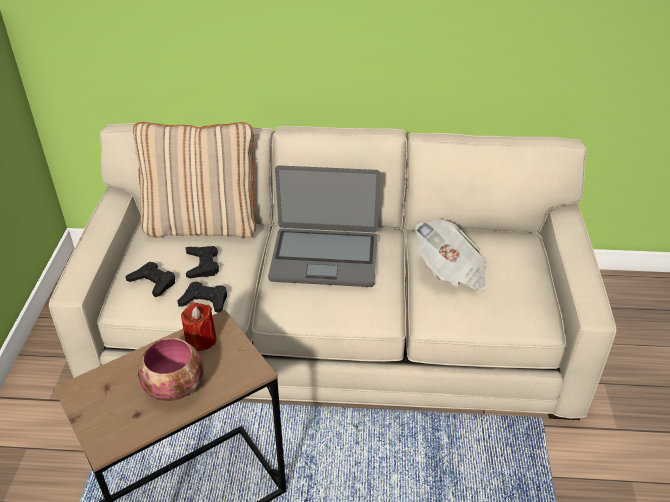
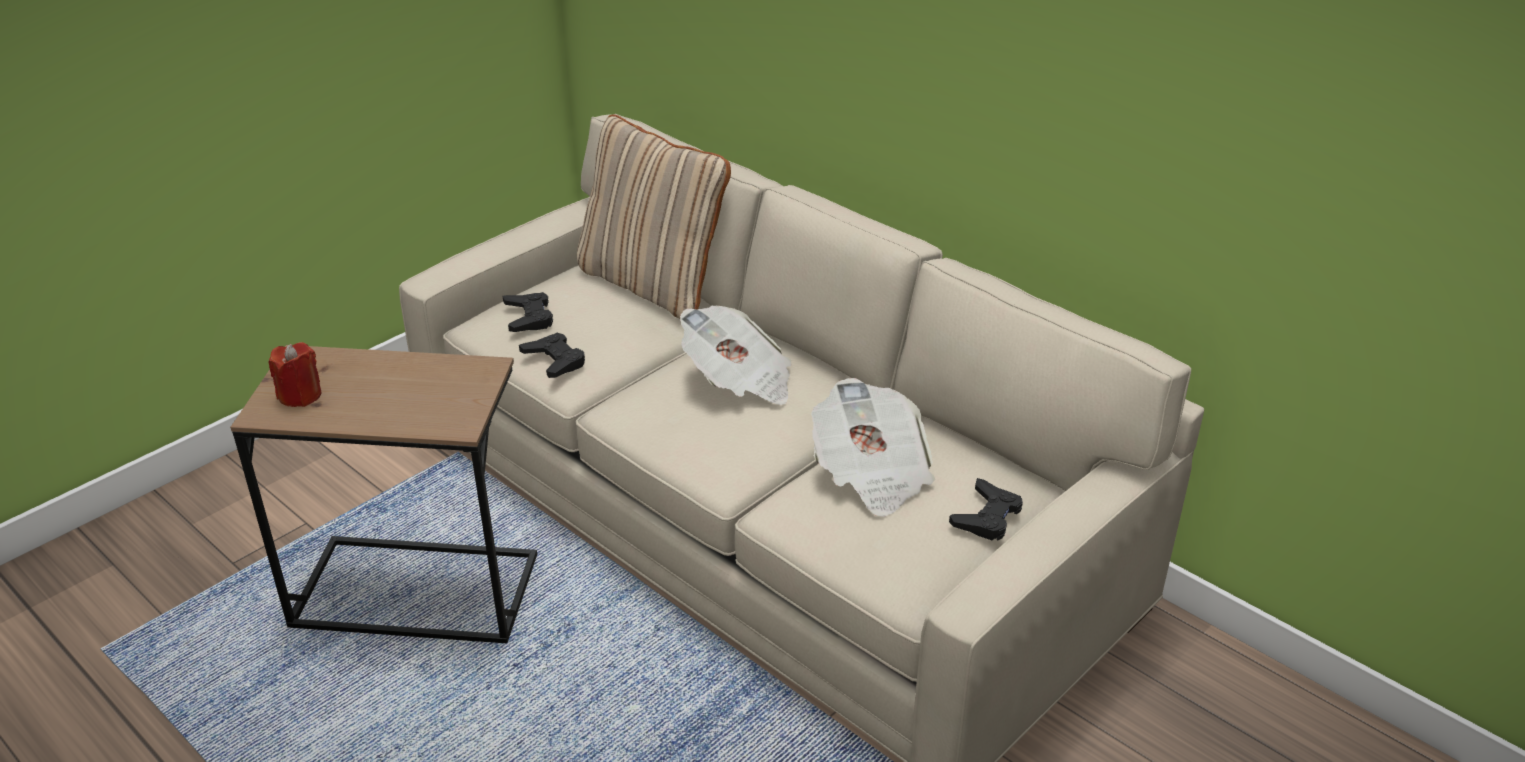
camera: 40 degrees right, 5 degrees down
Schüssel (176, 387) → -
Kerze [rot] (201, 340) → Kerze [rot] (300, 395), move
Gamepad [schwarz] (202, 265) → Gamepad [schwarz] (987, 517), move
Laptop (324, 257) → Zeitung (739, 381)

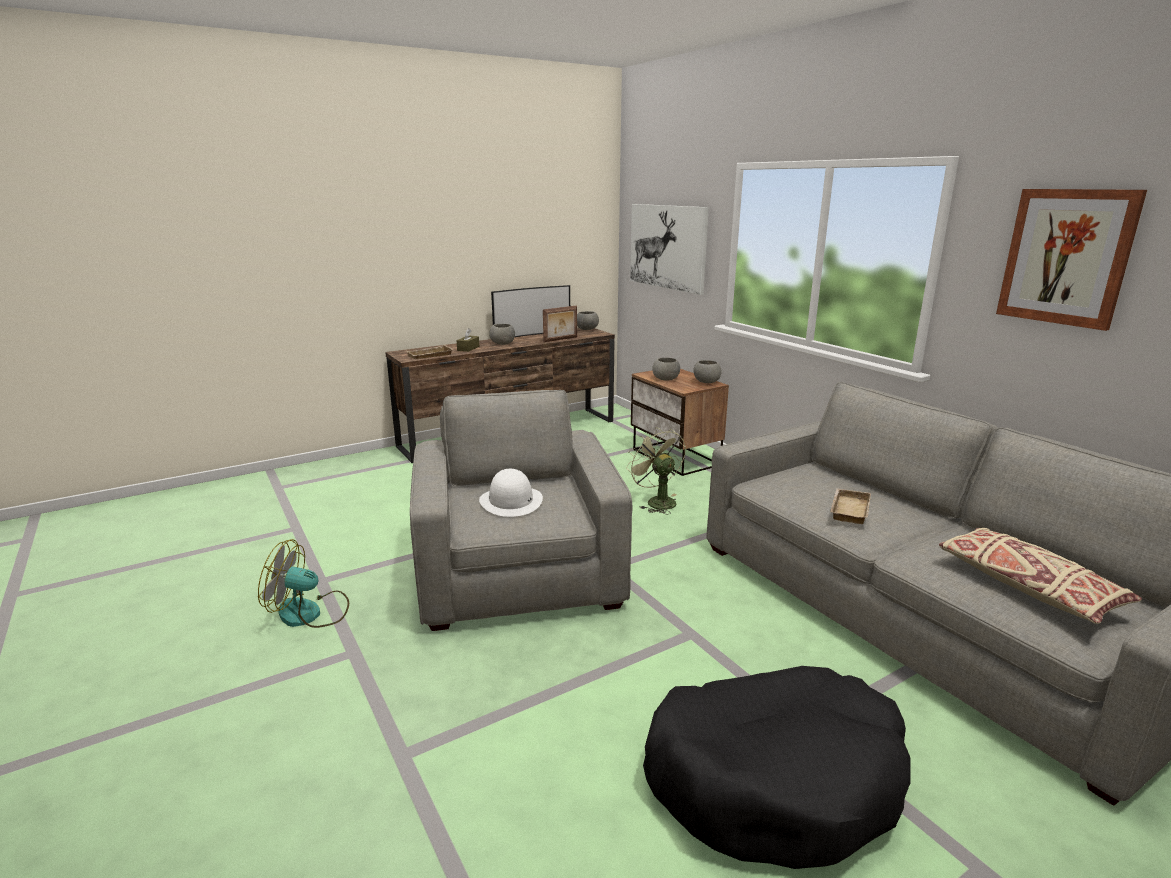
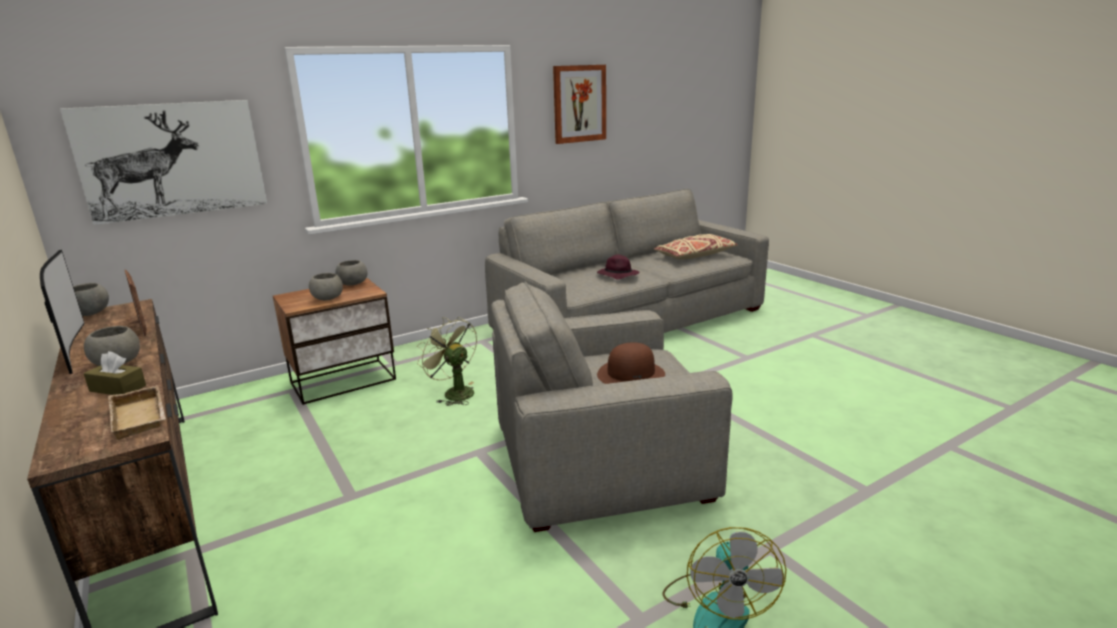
camera: 90 degrees left, 0 degrees up
Hundebett [schwarz] (774, 778) → -
Tablett [beige] (848, 509) → Hut [lila] (617, 275)
Hut [weiß] (511, 501) → Hut [braun] (631, 374)
Ventilator [grün] (656, 501) → Ventilator [grün] (454, 392), 75 degrees clockwise

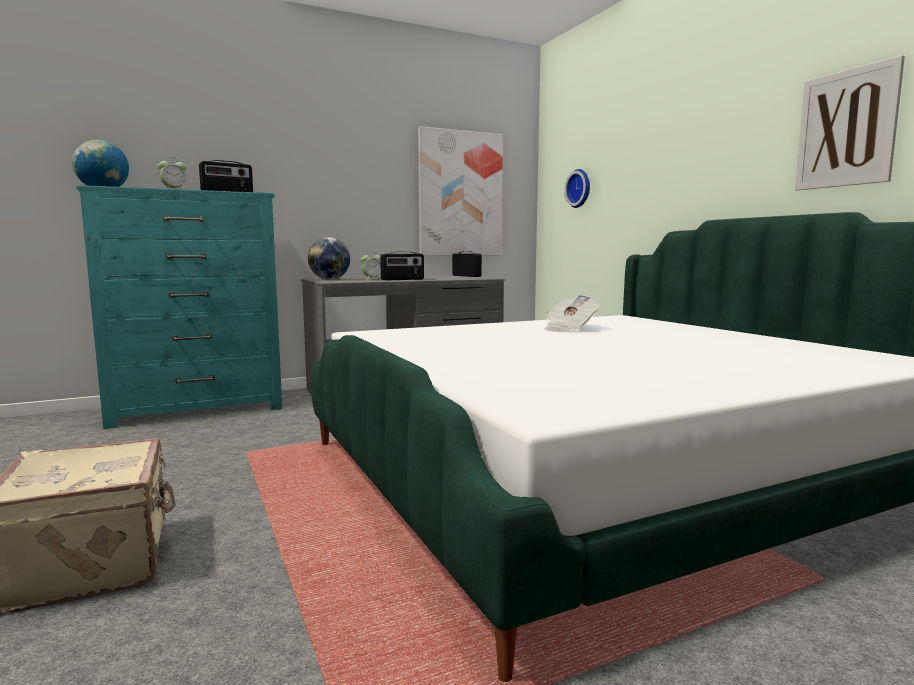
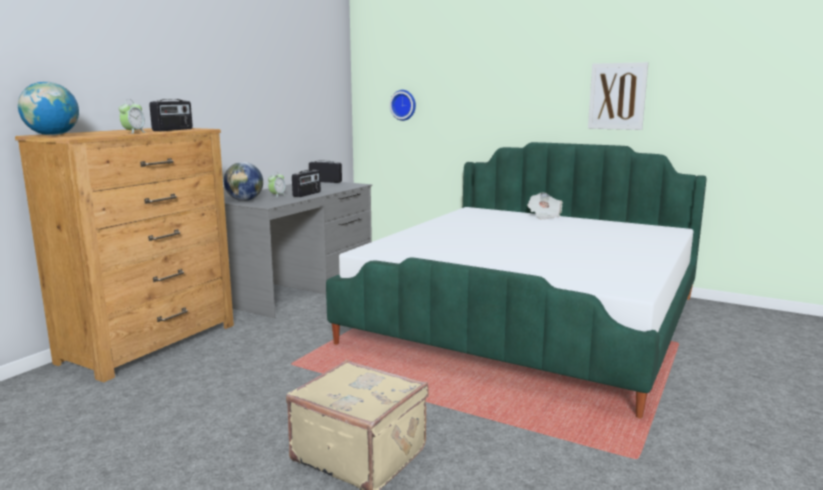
camera: 35 degrees left, 5 degrees up
Bild (460, 194) → -
Zeitung (569, 329) → Zeitung (544, 216), move
Kommode [türkis] (197, 409) → Kommode [braun] (151, 343)

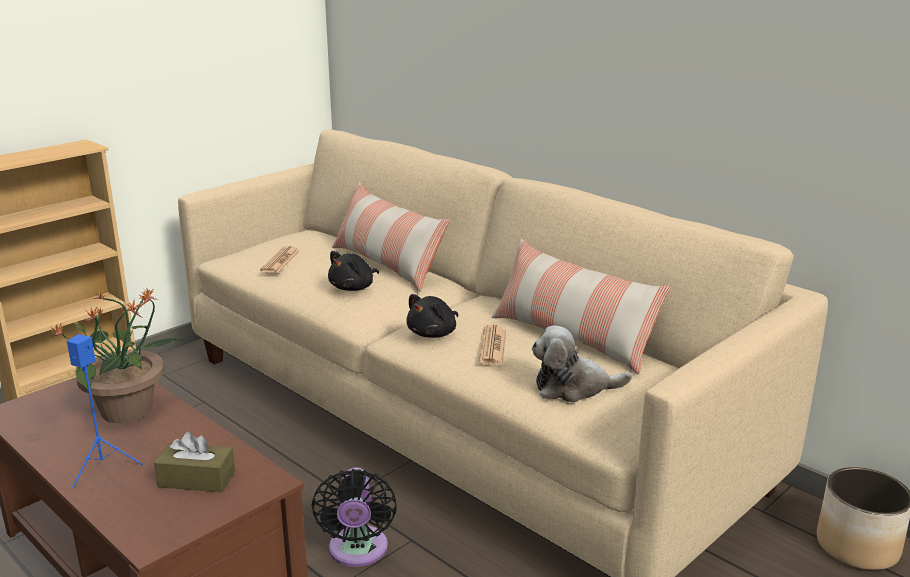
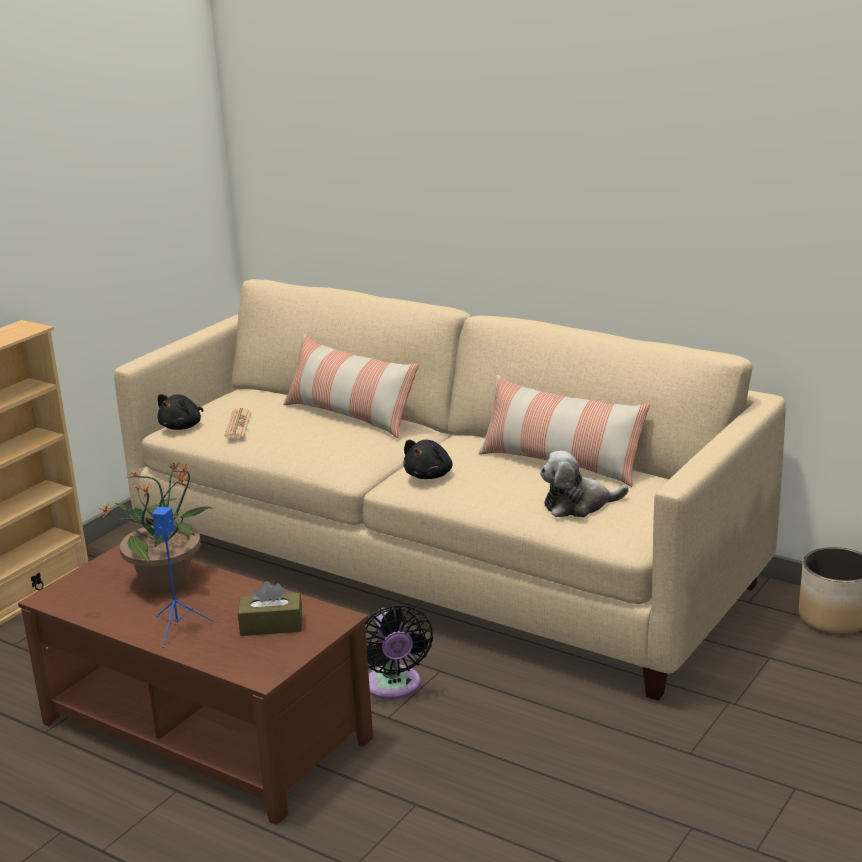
camera: 10 degrees left, 0 degrees up
Zeitung (493, 346) → -
Plüschtier [schwarz] (354, 288) → Plüschtier [schwarz] (182, 427), move

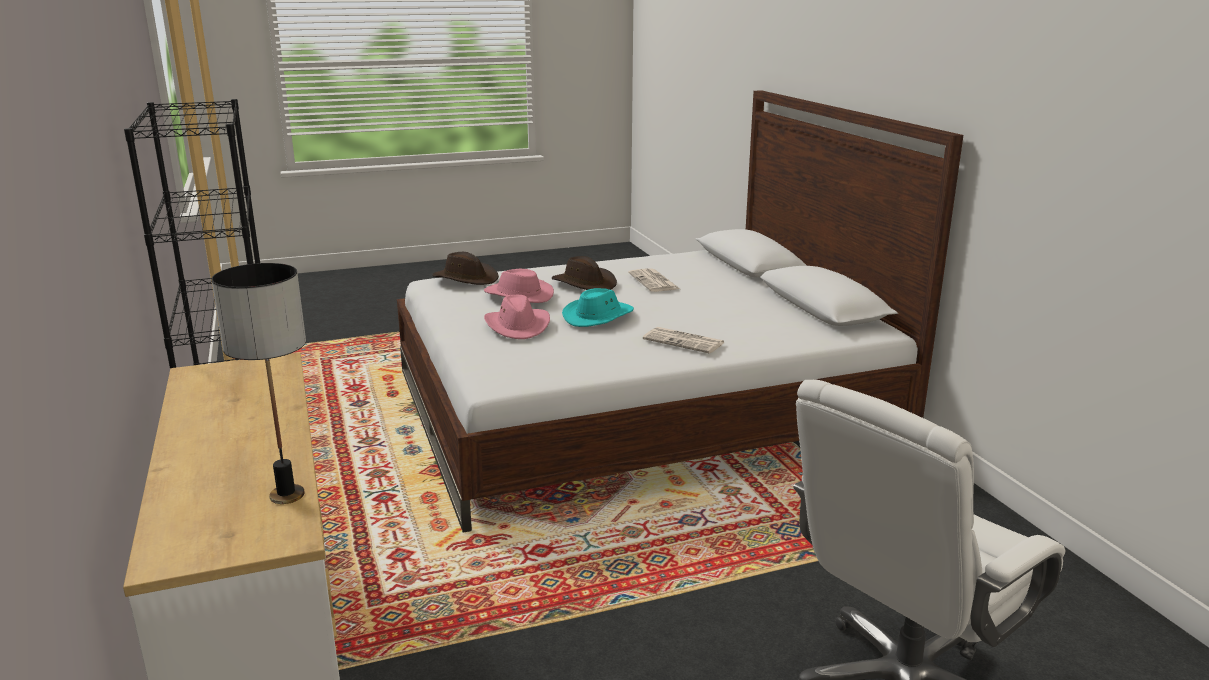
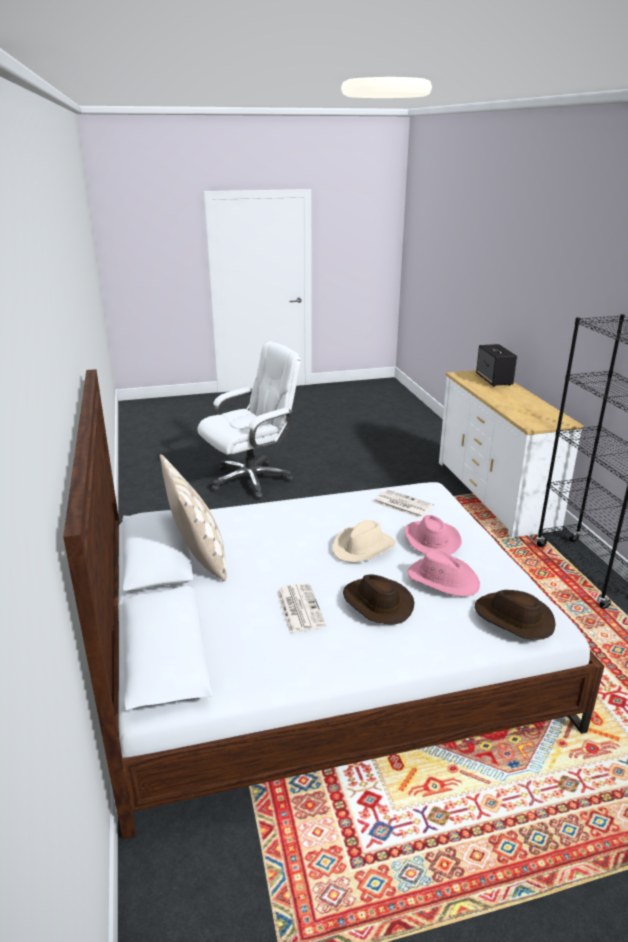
camera: 175 degrees left, 5 degrees up
Tischlampe (287, 495) → -
- → Kissen [beige] (198, 556)
- → Lautsprecher (494, 380)
Zeitung (685, 341) → Zeitung (402, 504), move
Hut [türkis] (598, 316) → Hut [beige] (363, 547)

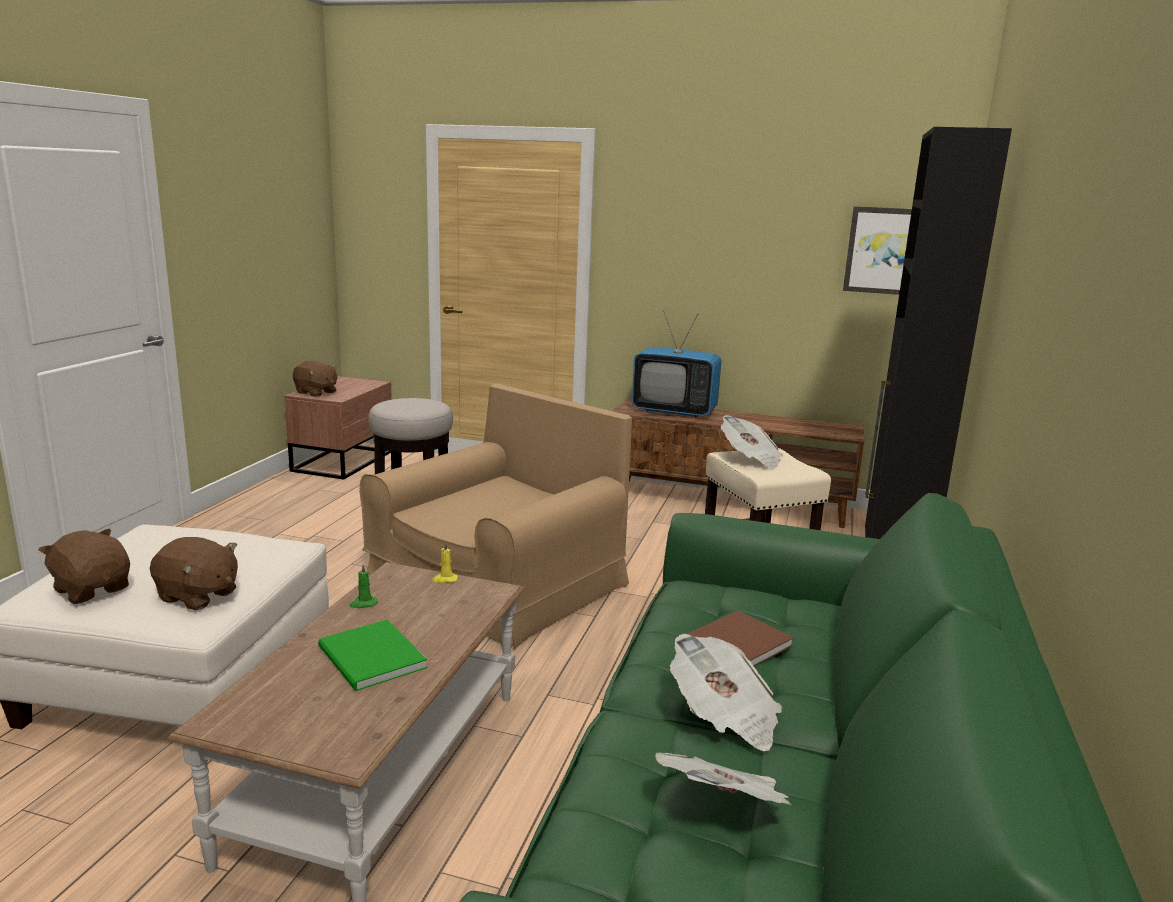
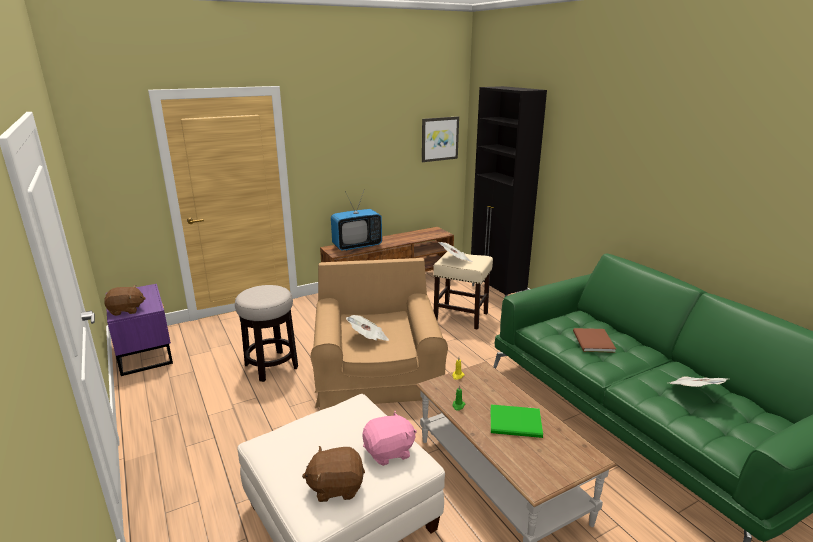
camera: 45 degrees left, 5 degrees up
Zeitung (724, 717) → Zeitung (368, 338), move
Plüschtier [braun] (198, 596) → Plüschtier [rosa] (389, 452)
Nachttisch [braun] (345, 461) → Nachttisch [lila] (146, 352)

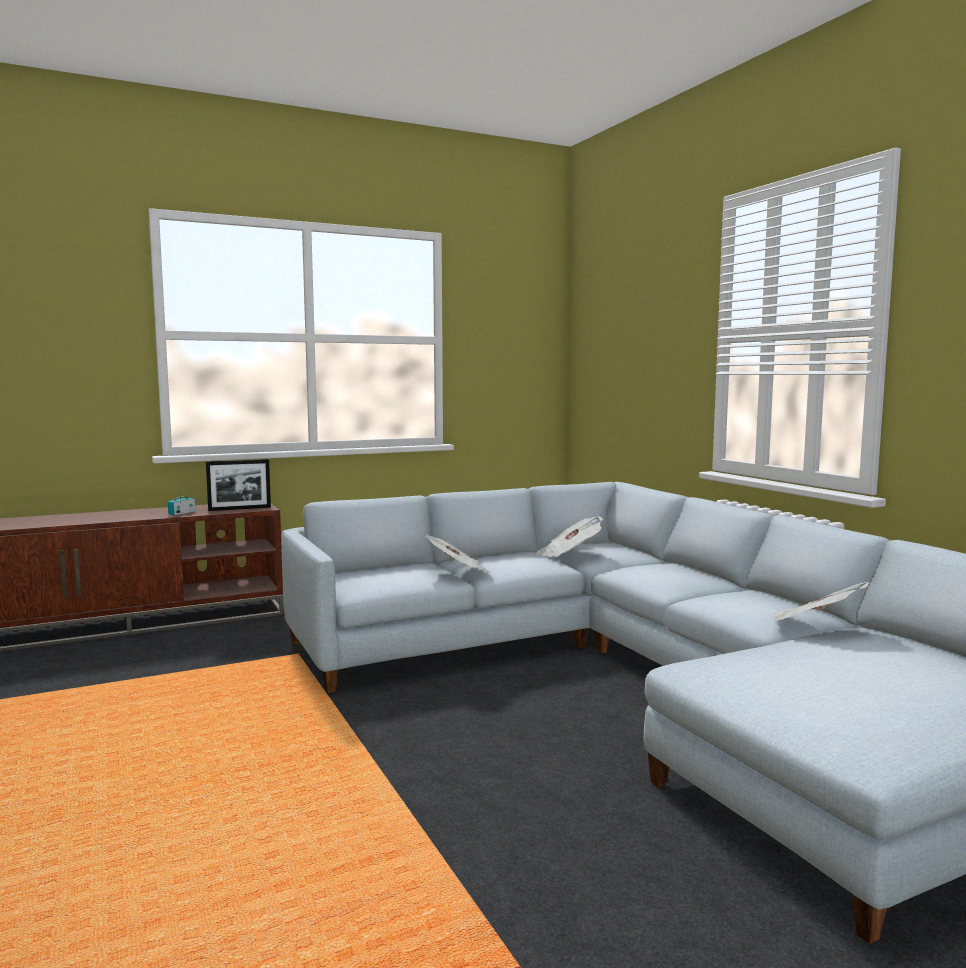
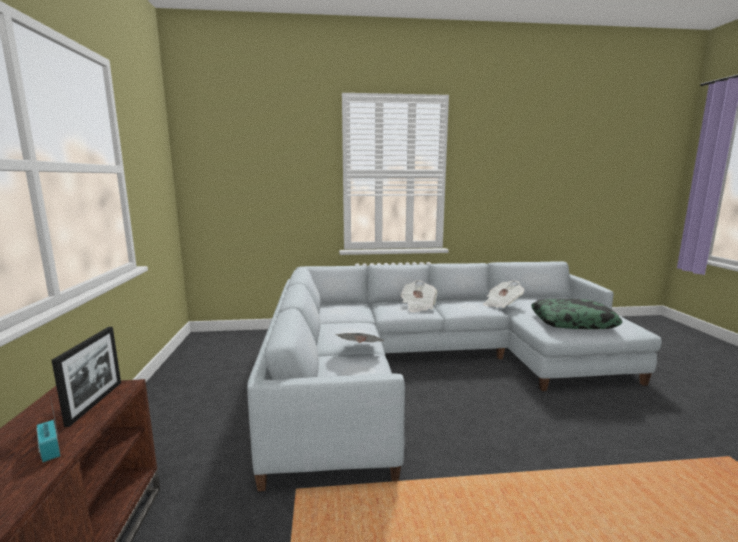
camera: 70 degrees left, 5 degrees up
- → Kissen (573, 322)
Zeitung (569, 554) → Zeitung (418, 306), move

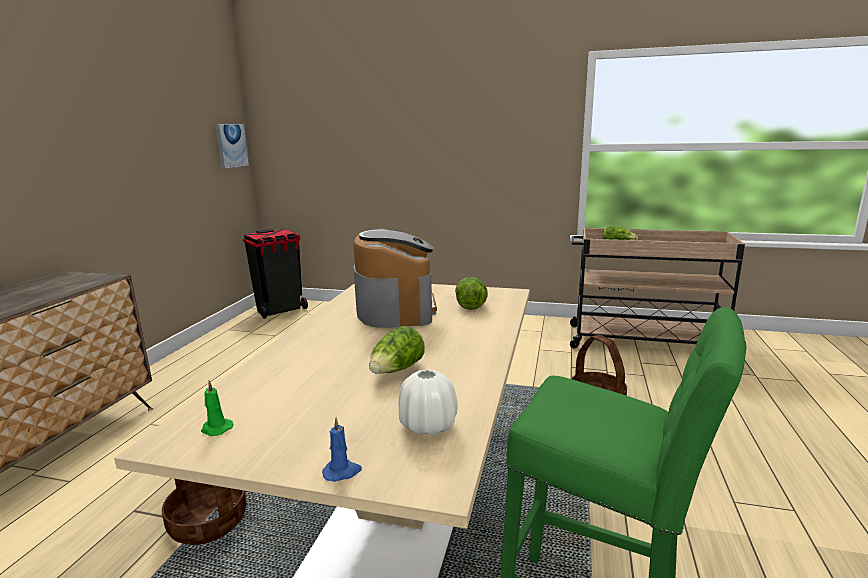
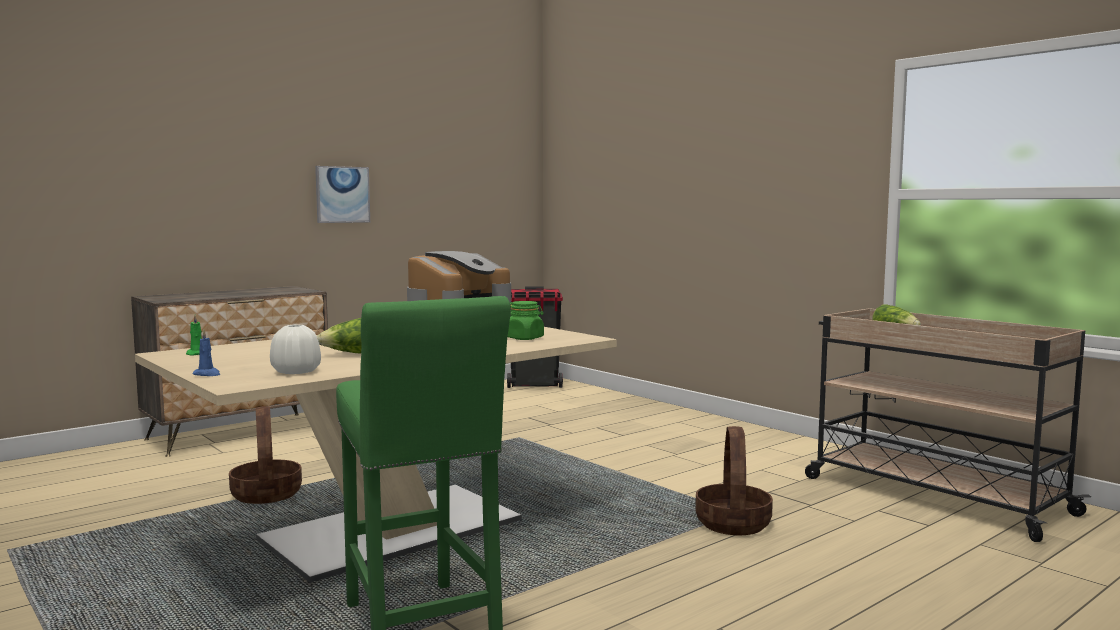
camera: 35 degrees right, 10 degrees down
Bild (231, 145) → Bild (342, 194), move
Salatkopf (470, 304) → Vorratsglas [grün] (525, 338)

